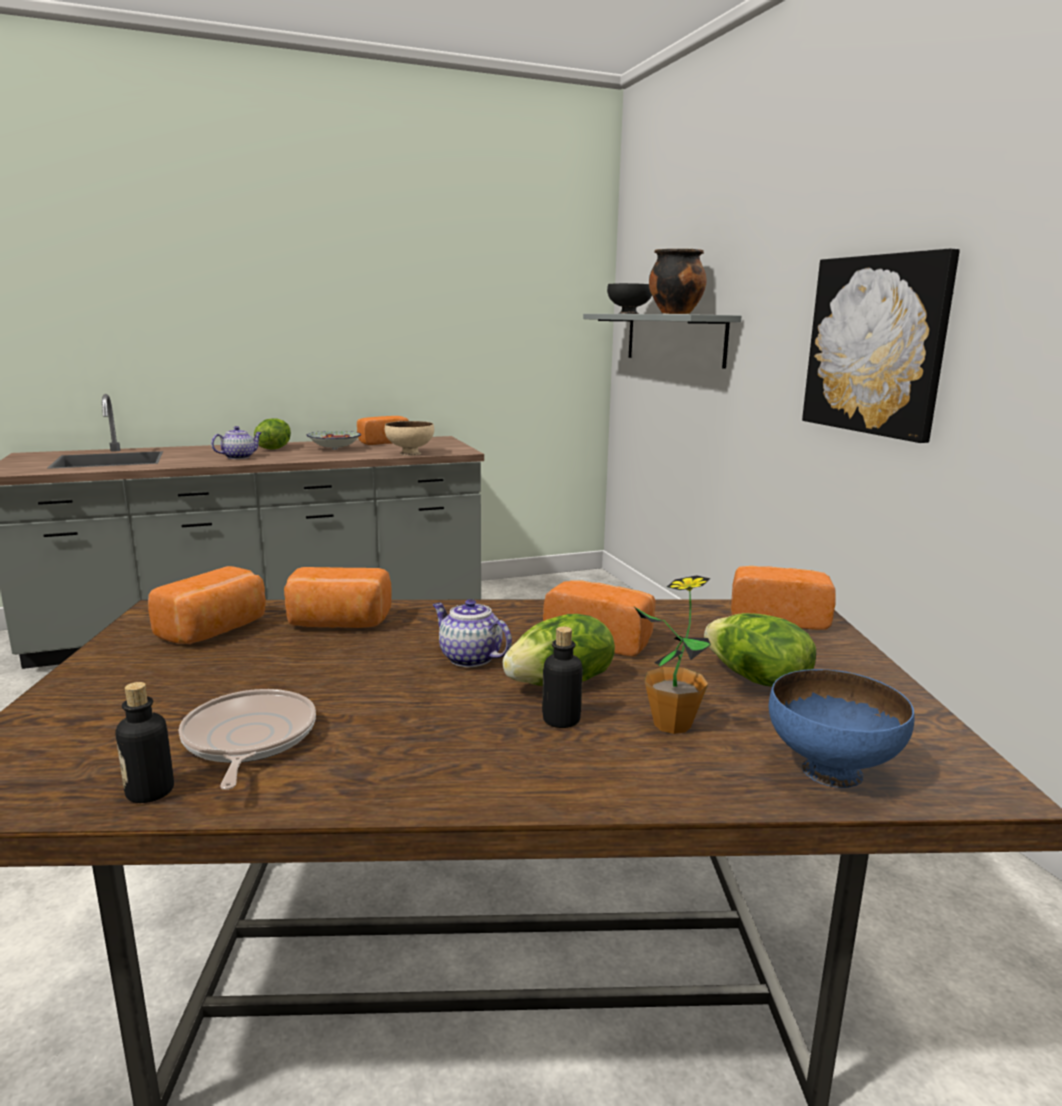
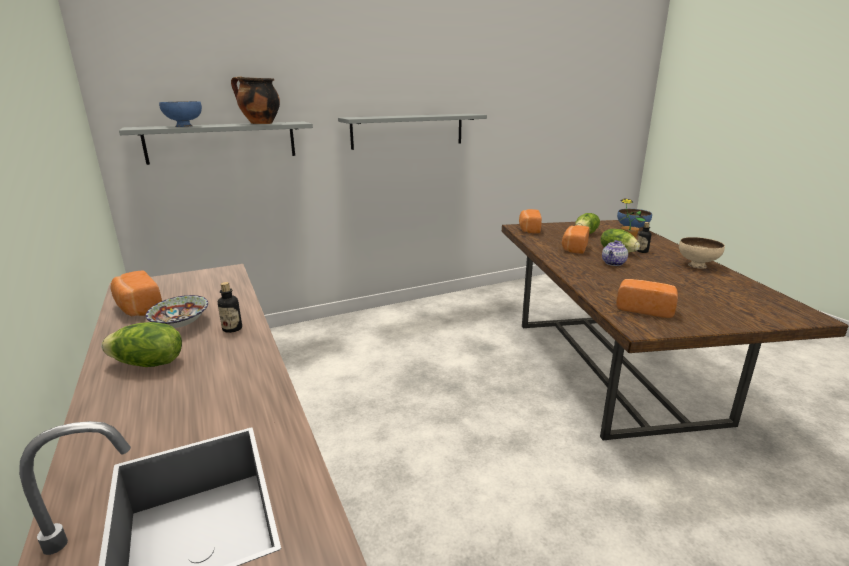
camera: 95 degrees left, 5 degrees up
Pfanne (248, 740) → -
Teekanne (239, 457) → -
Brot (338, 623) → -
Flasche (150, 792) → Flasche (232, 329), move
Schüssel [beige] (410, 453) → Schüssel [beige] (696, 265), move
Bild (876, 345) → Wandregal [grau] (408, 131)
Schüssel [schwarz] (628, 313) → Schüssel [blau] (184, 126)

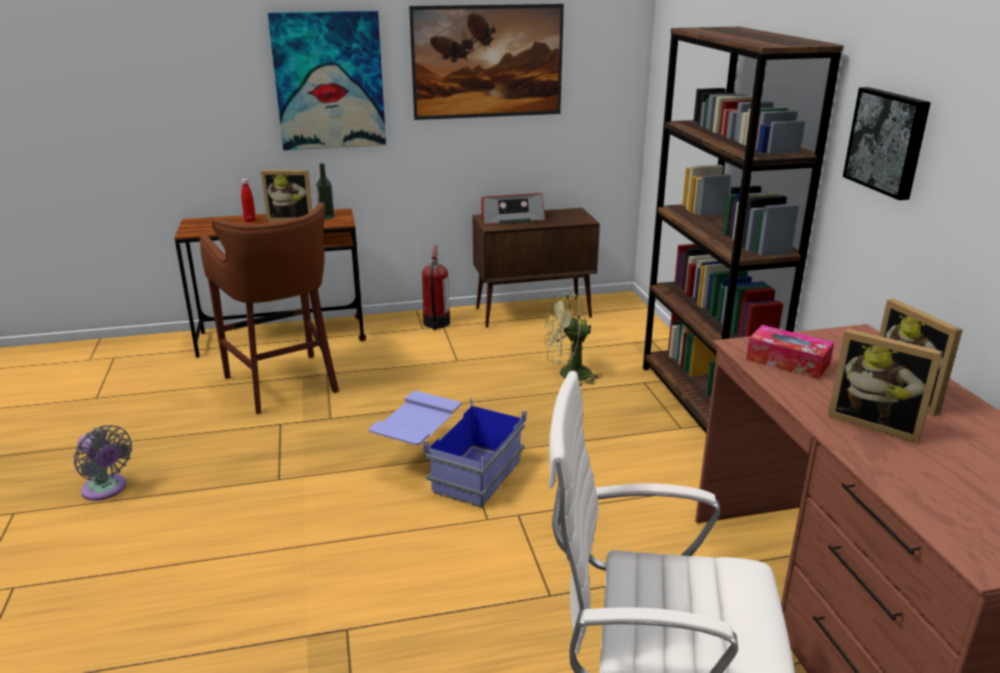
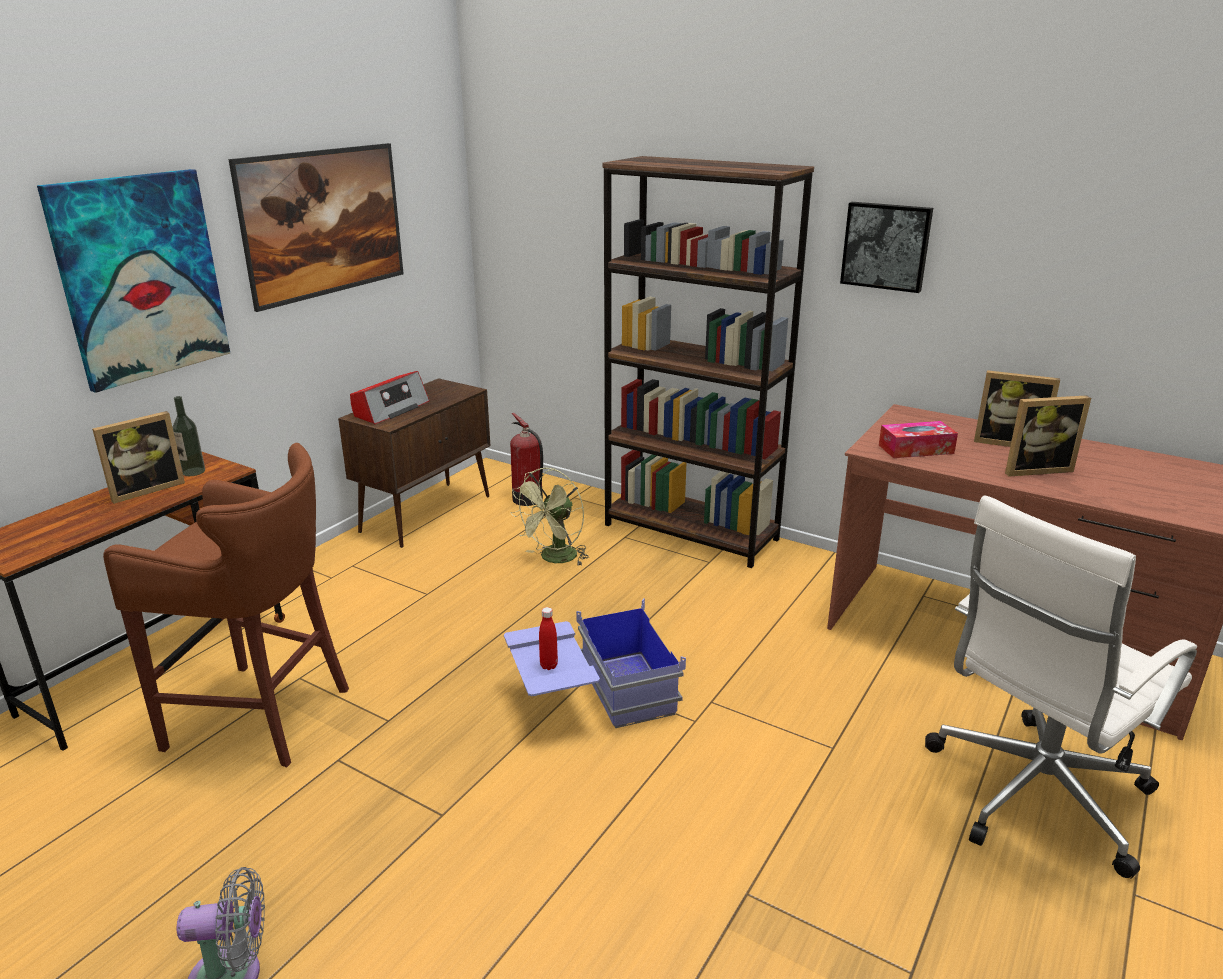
camera: 45 degrees left, 0 degrees up
Flasche [rot] (250, 221) → Flasche [rot] (548, 665), move
Feuerlöscher (436, 323) → Feuerlöscher (529, 499), move

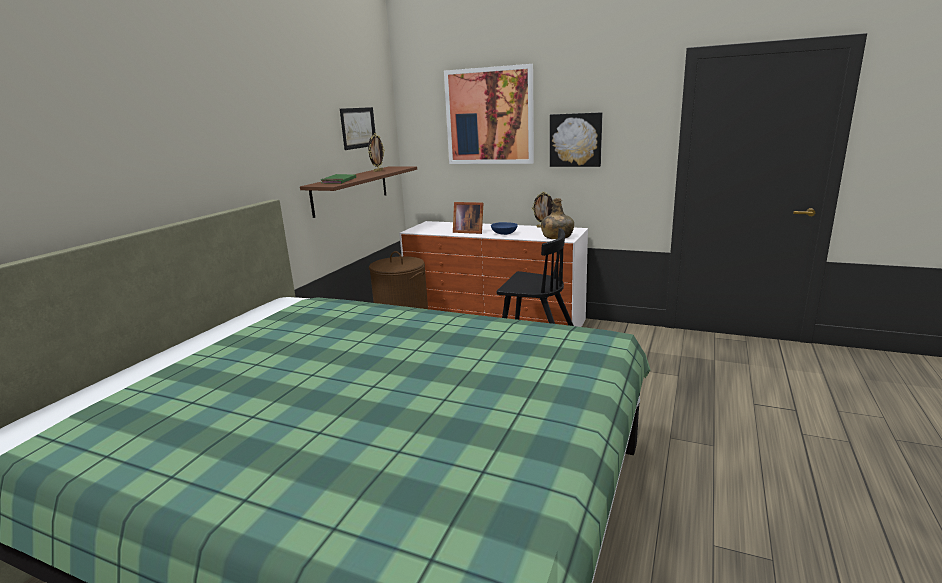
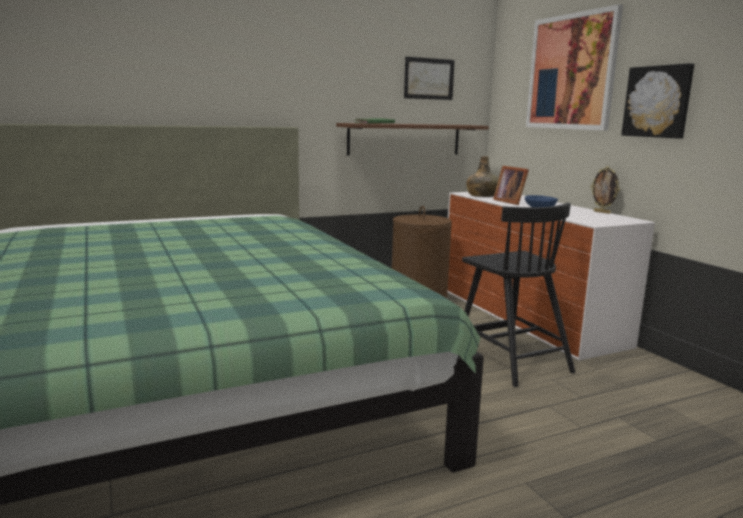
camera: 40 degrees right, 5 degrees down
Bilderrahmen (378, 171) → -
Flasche [grün] (557, 237) → Flasche [grün] (482, 196), move

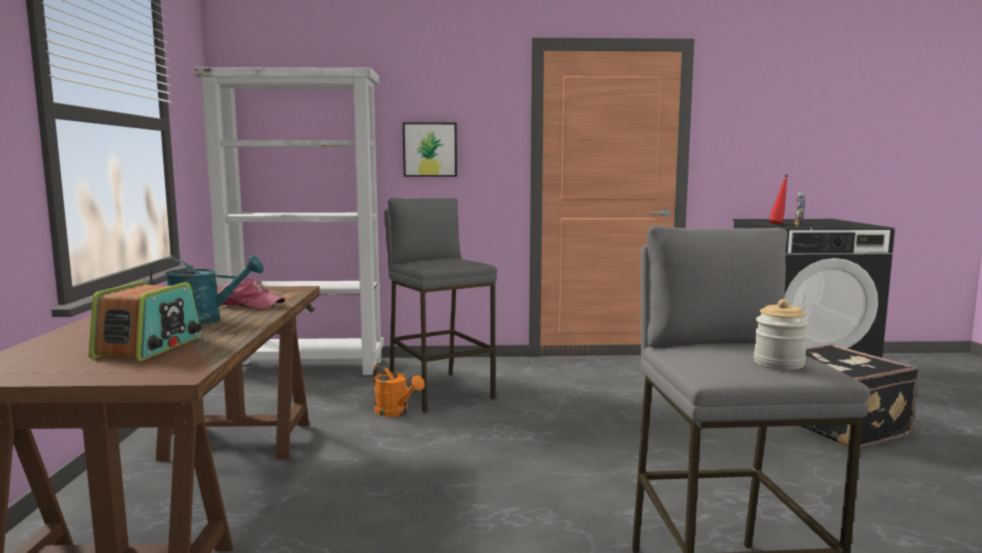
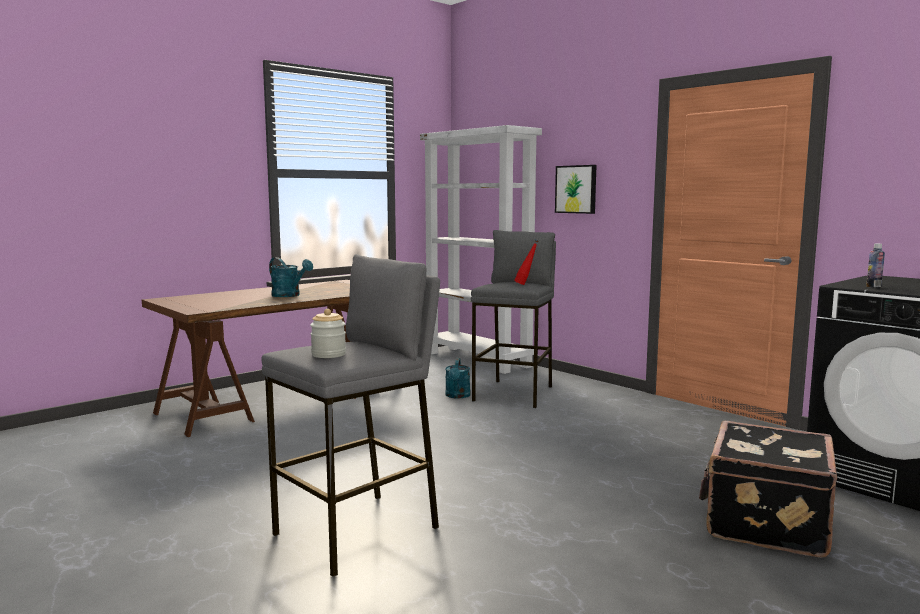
camera: 50 degrees right, 0 degrees up
Radio (150, 347) → -
Kappe (249, 305) → -
Flasche [rot] (778, 224) → Flasche [rot] (525, 284), move
Gießkanne [orange] (396, 412) → Gießkanne [türkis] (457, 396)

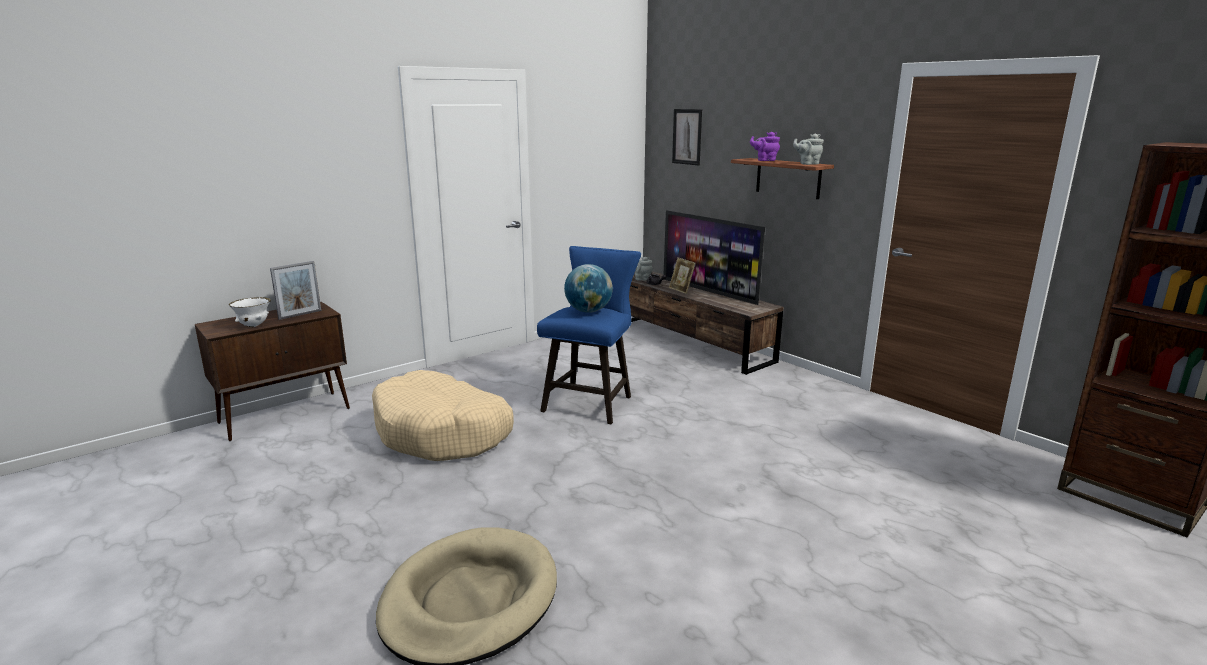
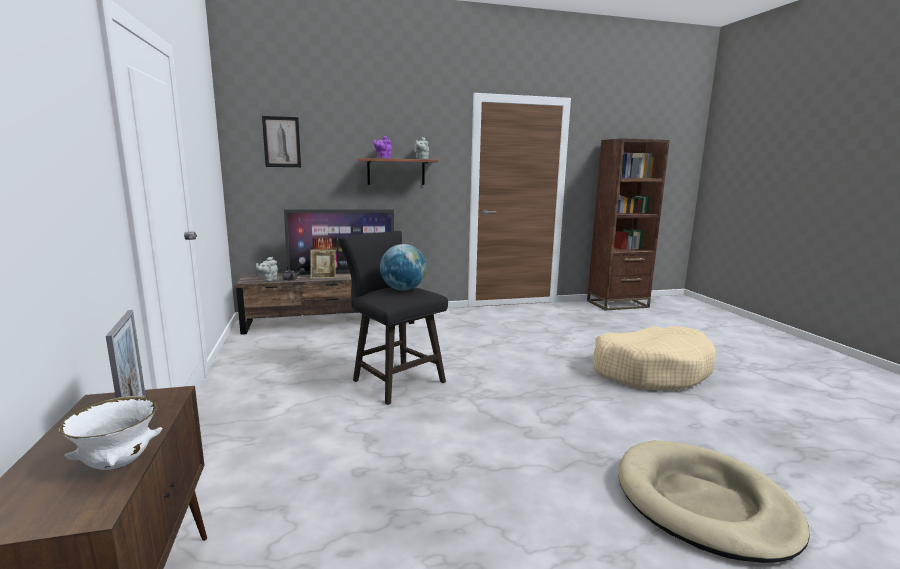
camera: 65 degrees left, 5 degrees down
Hundebett [beige] (442, 433) → Hundebett [beige] (650, 371), move
Hocker [blau] (591, 402) → Hocker [schwarz] (393, 380)

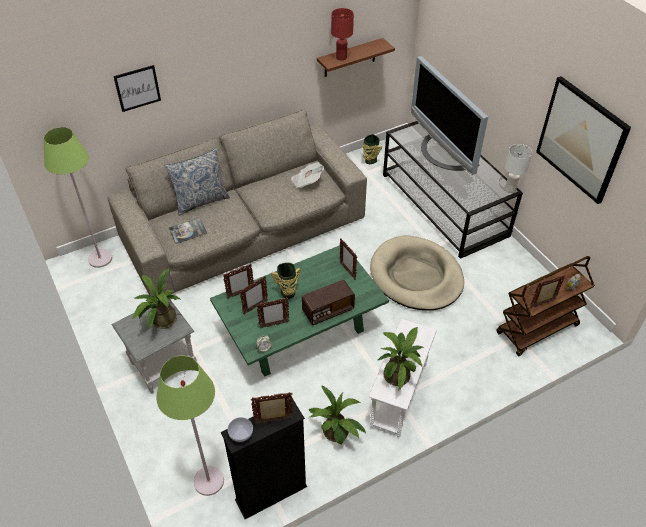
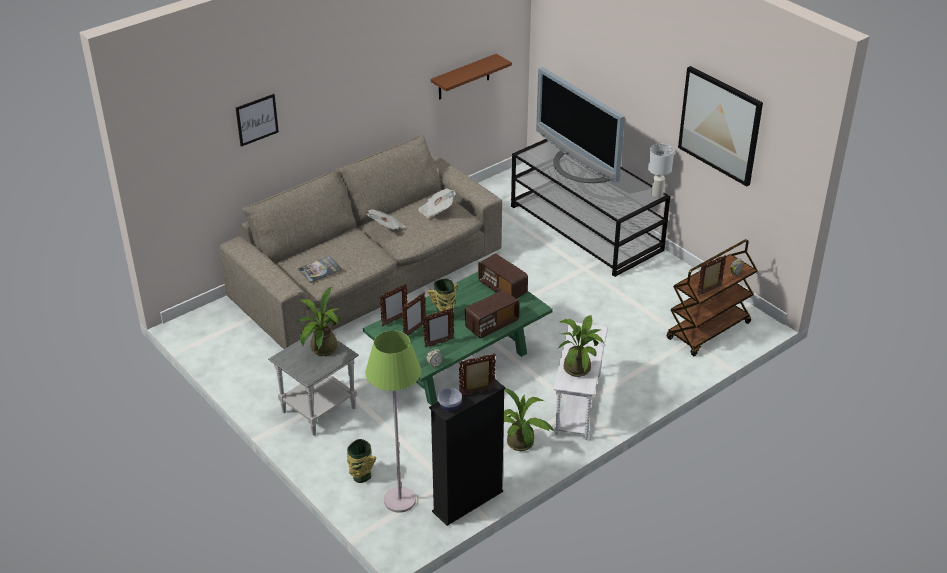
camera: 10 degrees left, 10 degrees down
Stehlampe [grün] (100, 258) → -
Kissen (201, 201) → -
Tischlampe [rot] (341, 57) → -
Hundebett [beige] (416, 276) → -
- → Zeitung (386, 228)
Vase (370, 160) → Vase (361, 477), move
Bilderrahmen (347, 271) → Radio (502, 288)

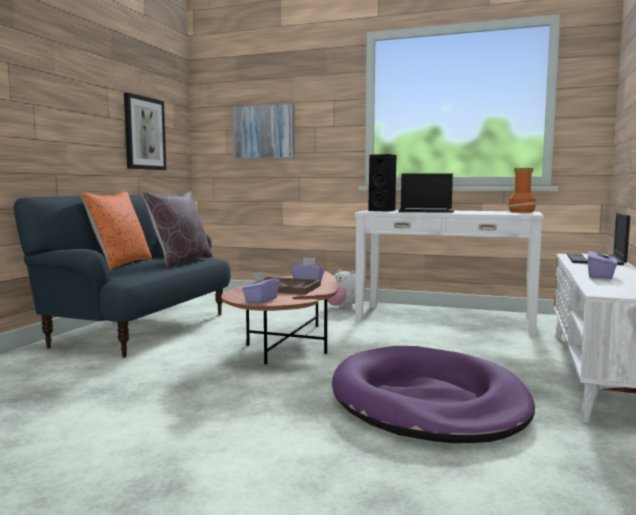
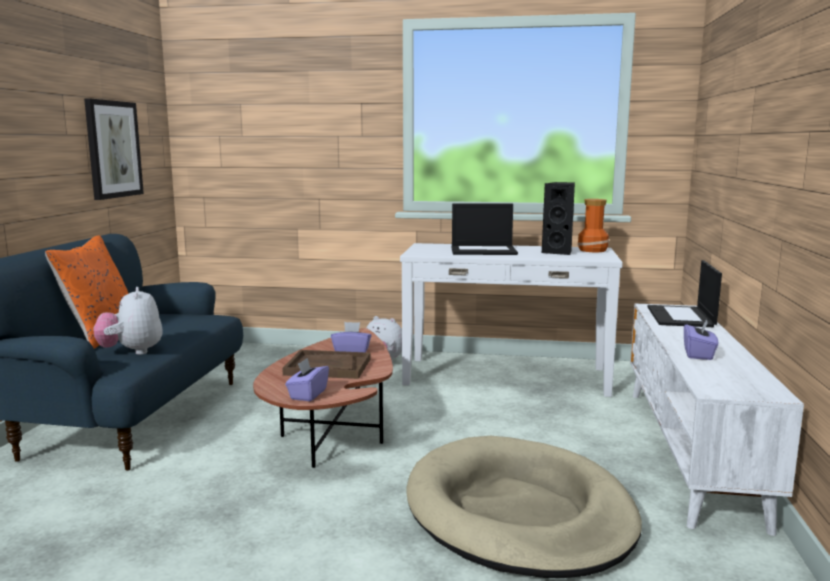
camera: 10 degrees left, 5 degrees up
Kissen [braun] (181, 261) → -
Bild (264, 132) → -
- → Plüschtier (132, 352)
Lautsprecher [schwarz] (383, 210) → Lautsprecher [schwarz] (559, 252), move
Hundebett [lila] (428, 401) → Hundebett [beige] (519, 513)

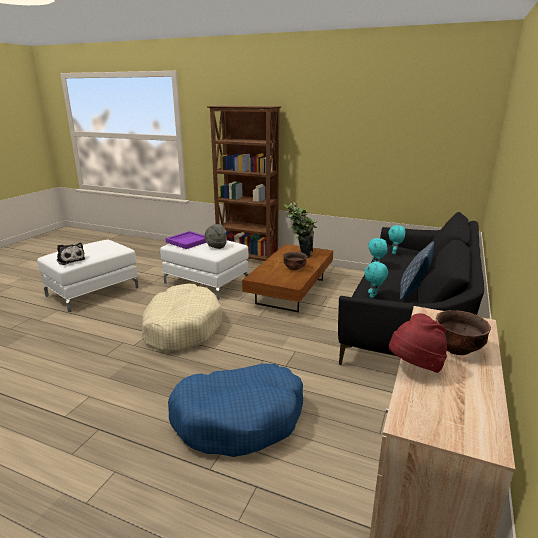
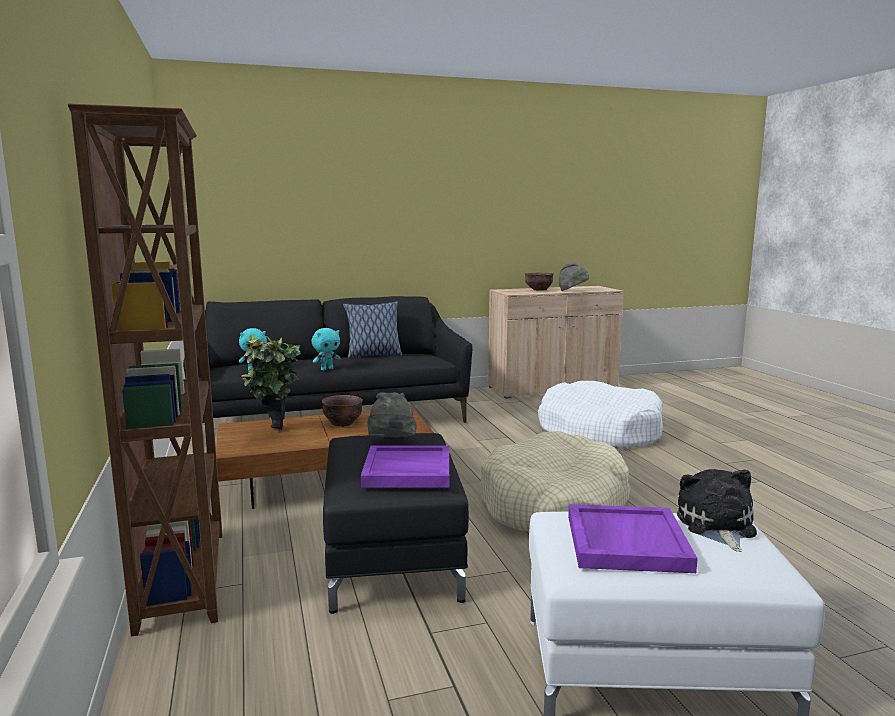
camera: 130 degrees left, 10 degrees down
Plüschtier [türkis] (374, 296) → -
- → Tablett [lila] (625, 542)
Polsterhocker [weiß] (206, 283) → Polsterhocker [schwarz] (391, 558)
Hundebett [blau] (239, 418) → Hundebett [weiß] (599, 431)
Hut [rot] (414, 367) → Hut [grau] (572, 291)

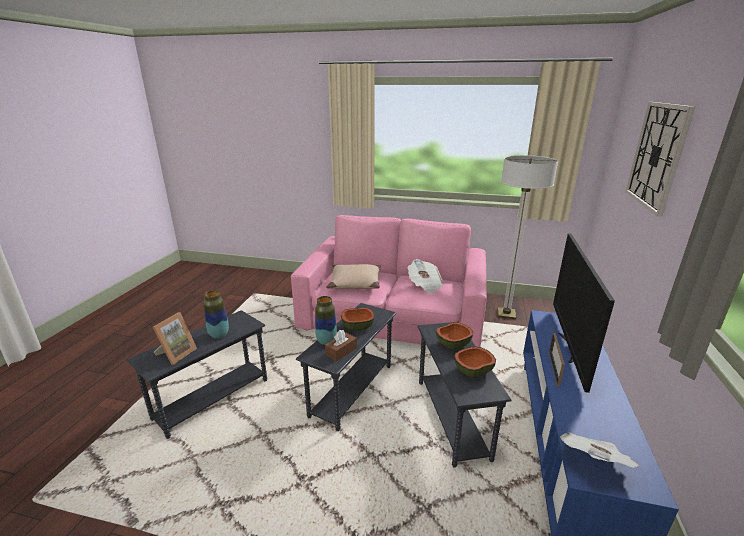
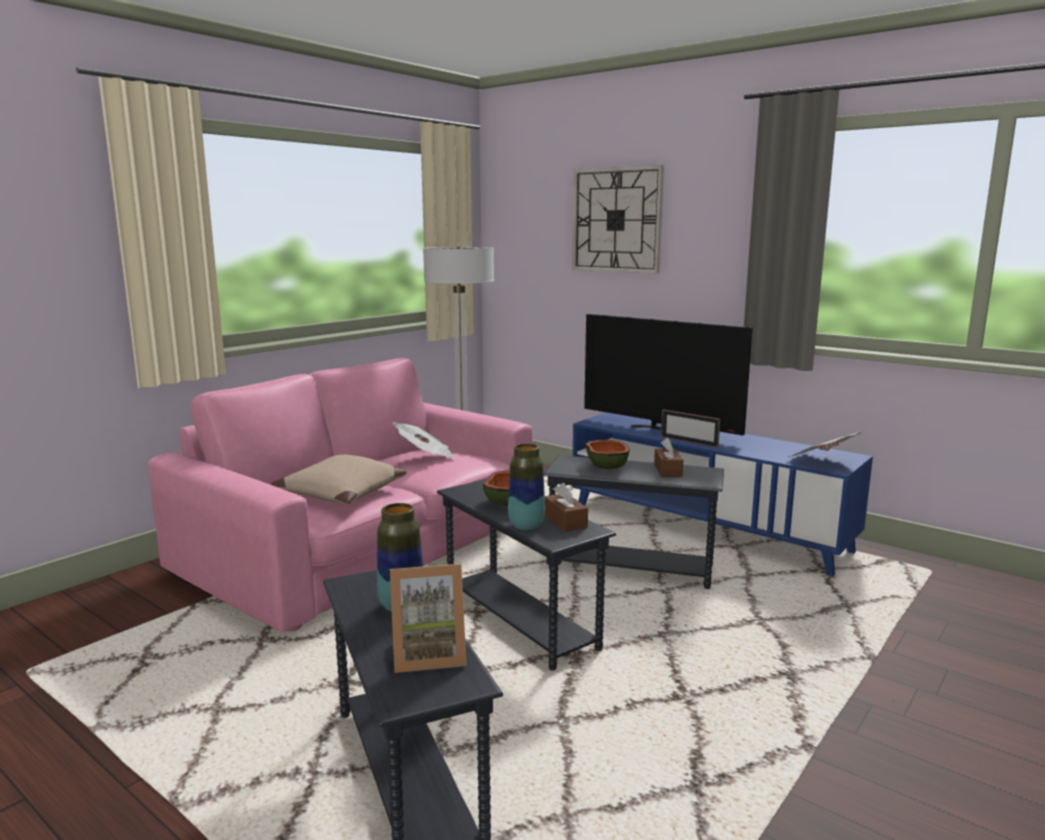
camera: 65 degrees left, 10 degrees down
Schüssel (473, 371) → Taschentuchbox [braun] (668, 470)
Bilderrahmen (176, 354) → Bilderrahmen (428, 655), 120 degrees clockwise

